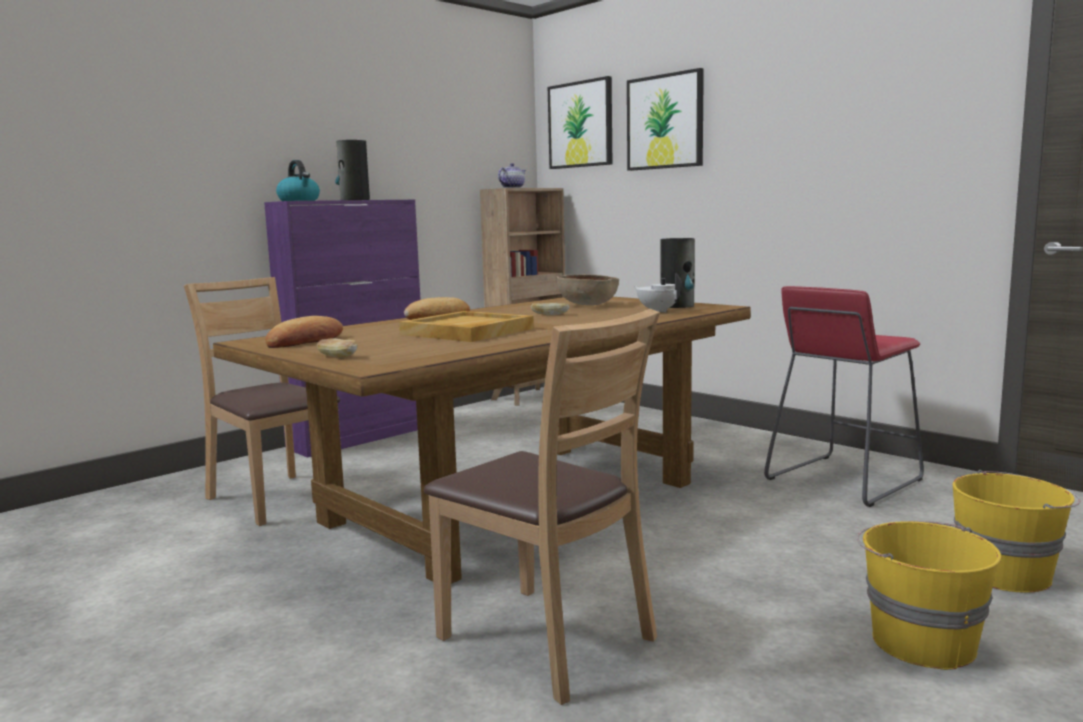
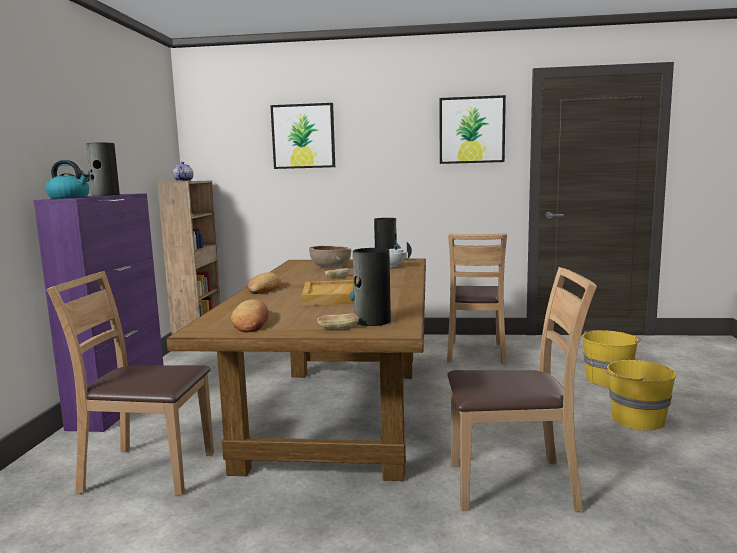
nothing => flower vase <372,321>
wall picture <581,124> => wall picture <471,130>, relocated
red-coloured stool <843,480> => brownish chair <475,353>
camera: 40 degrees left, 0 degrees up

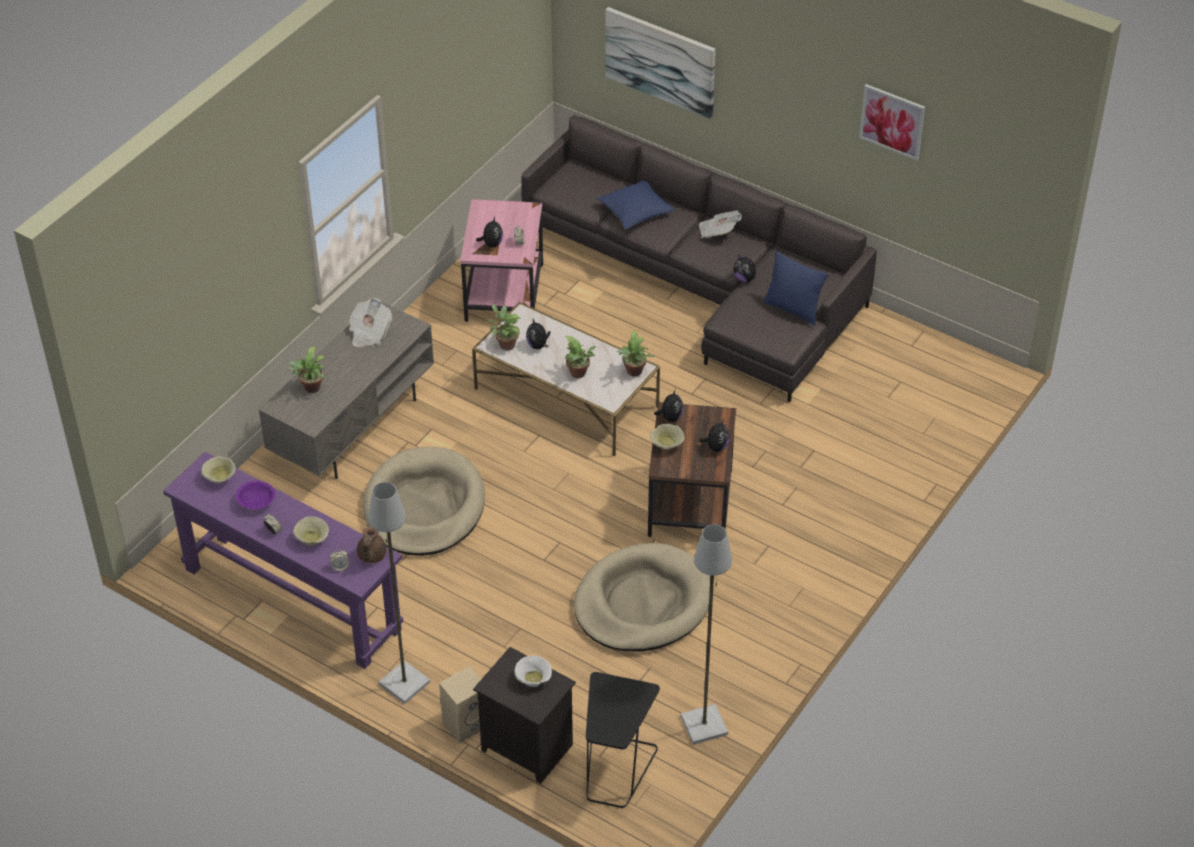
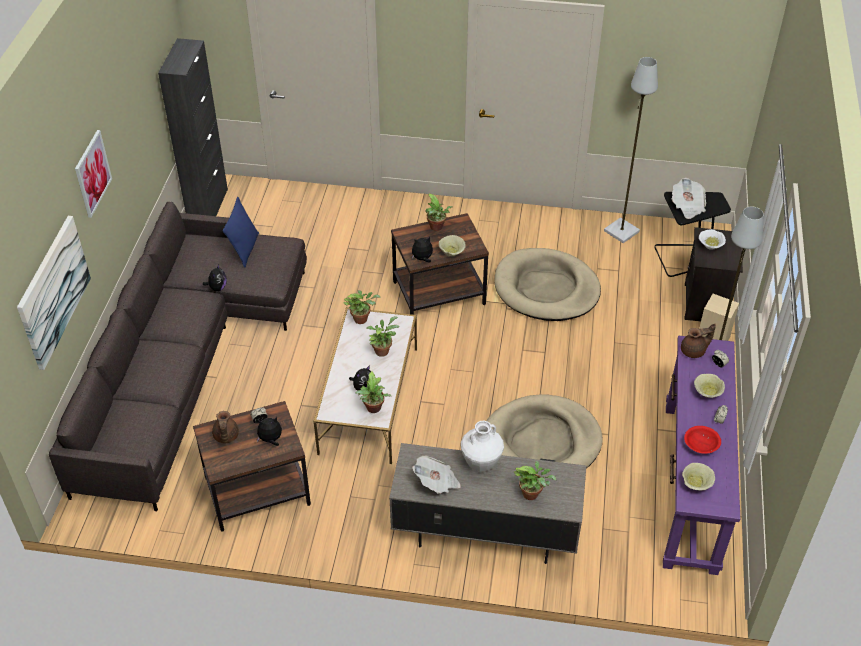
bluish cushion <635,210> => nothing
nothing => blackish storage cabinet <208,206>
nothing => brownish pot for tea <226,437>
nothing => white-coloured flower vase <481,463>
printed paper <718,232> => printed paper <687,206>, relocated
wall picture <892,121> => wall picture <92,173>, relocated
plush toy <716,447> => plant in a pot <437,228>
purple deep dish <256,502> => red-coloured deep dish <701,446>
pinkish side table <503,293> => brownish side table <257,492>
camera: 115 degrees left, 0 degrees up

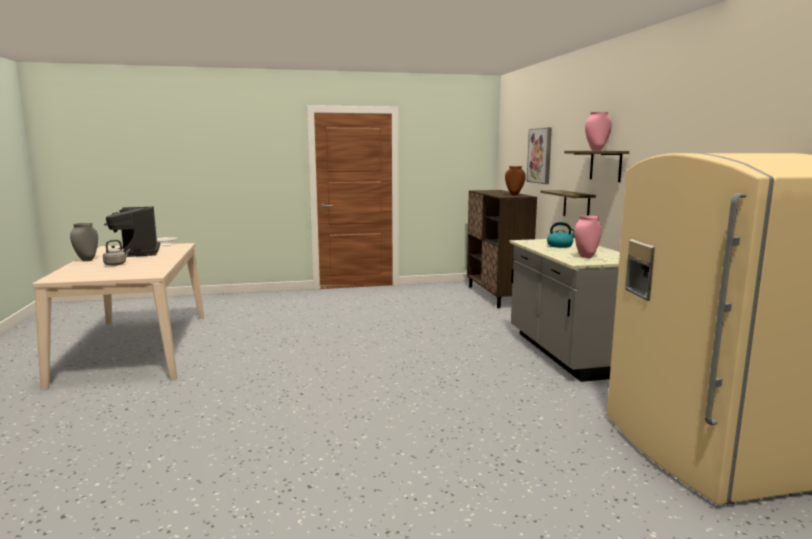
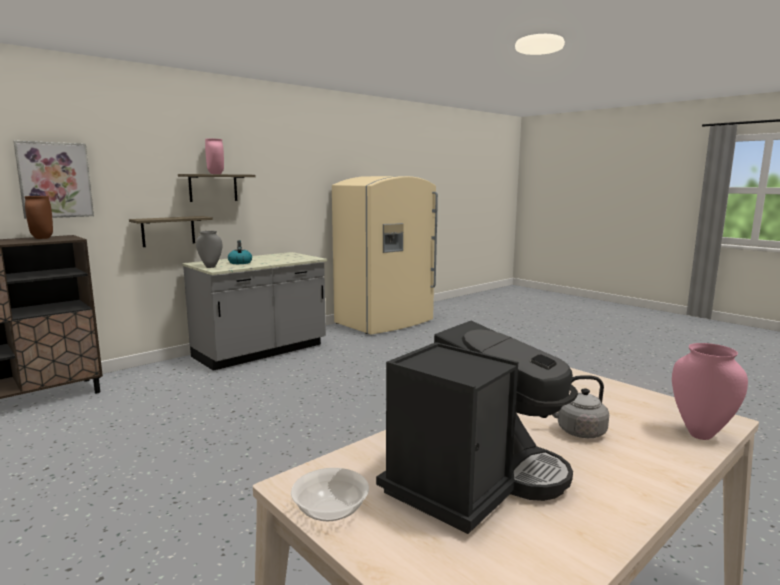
greyish flower vase <87,260> => greyish flower vase <211,267>, relocated
pinkish flower vase <586,256> => pinkish flower vase <700,435>, relocated
camera: 120 degrees left, 0 degrees up

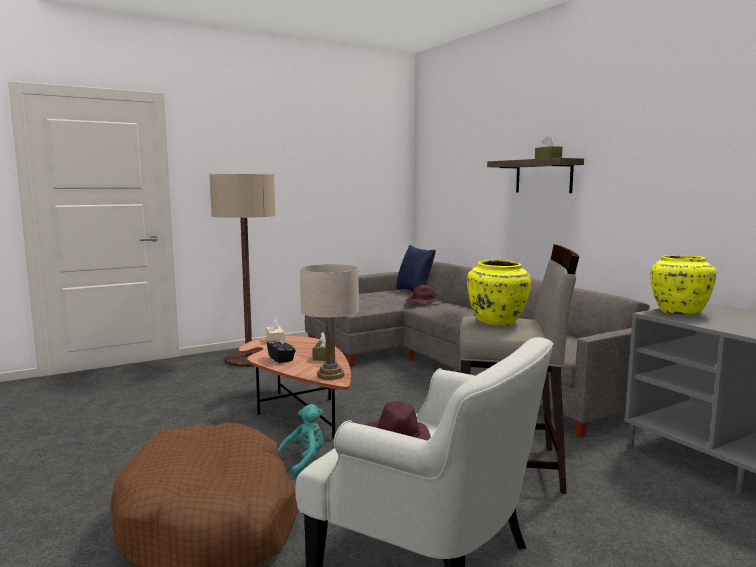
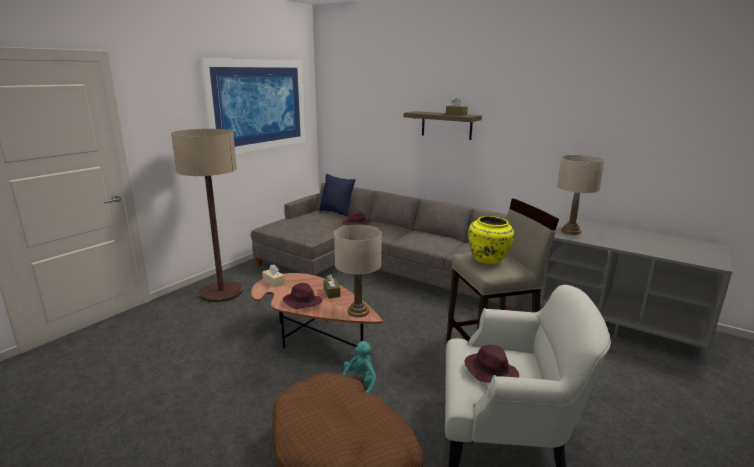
nothing => wall picture <257,105>
blackish tissue box <281,359> => purple wearable hat <302,302>
yellowish flower vase <679,312> => sand-coloured tabletop lamp <571,231>
camera: 25 degrees left, 10 degrees up

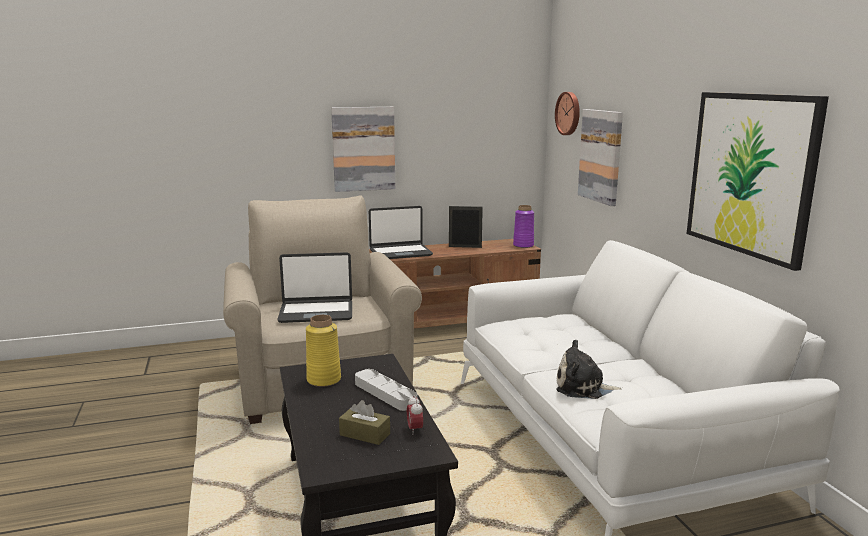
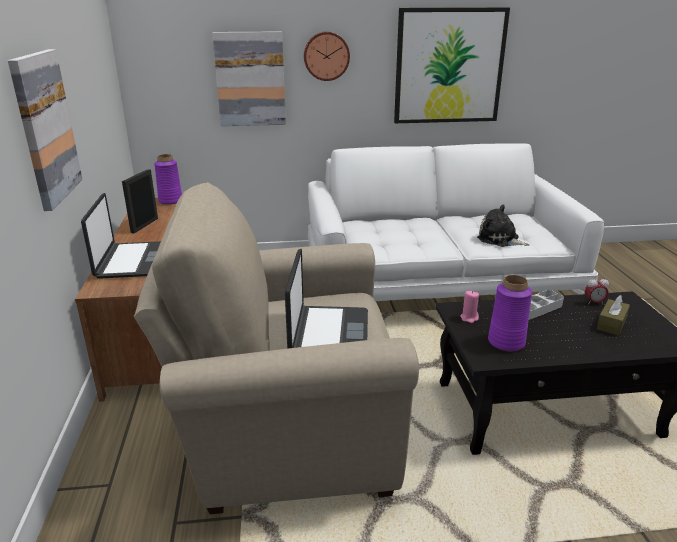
nothing => pinkish wax candle <469,318>
clock on the wall <569,113> => clock on the wall <326,56>, relocated
yellowish flower vase <323,379> => purple flower vase <506,342>
plush toy <583,387> => plush toy <500,239>, 105 degrees clockwise
camera: 80 degrees left, 10 degrees up

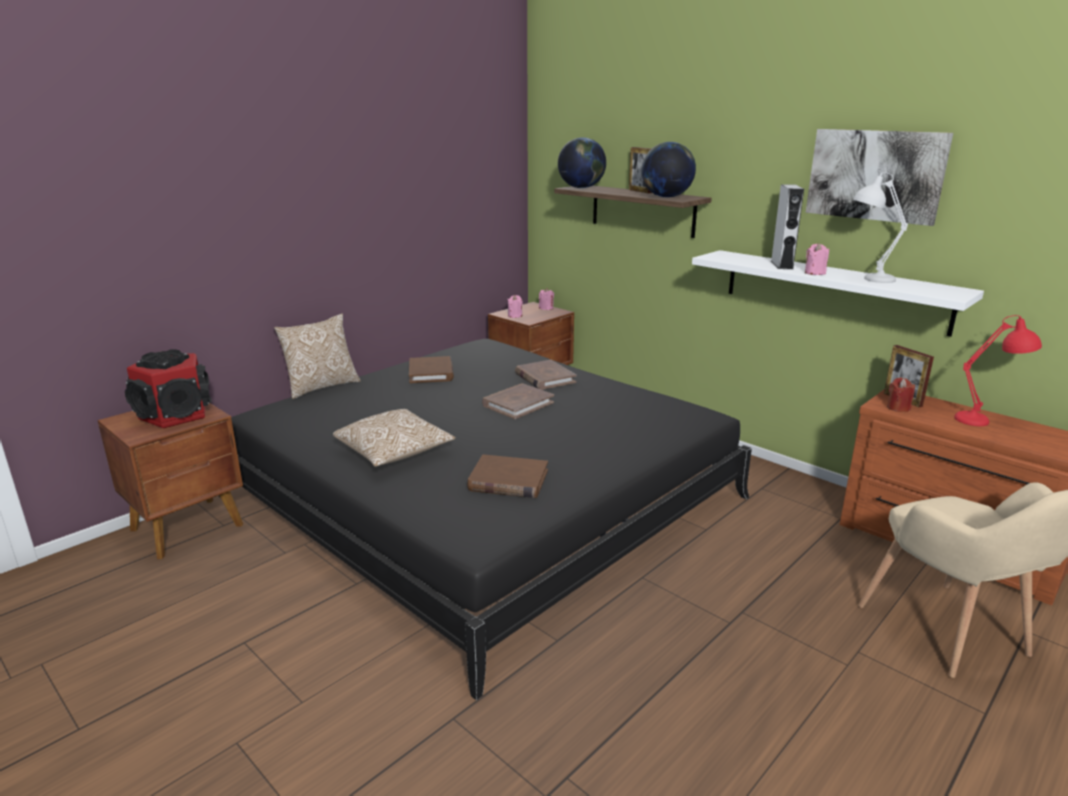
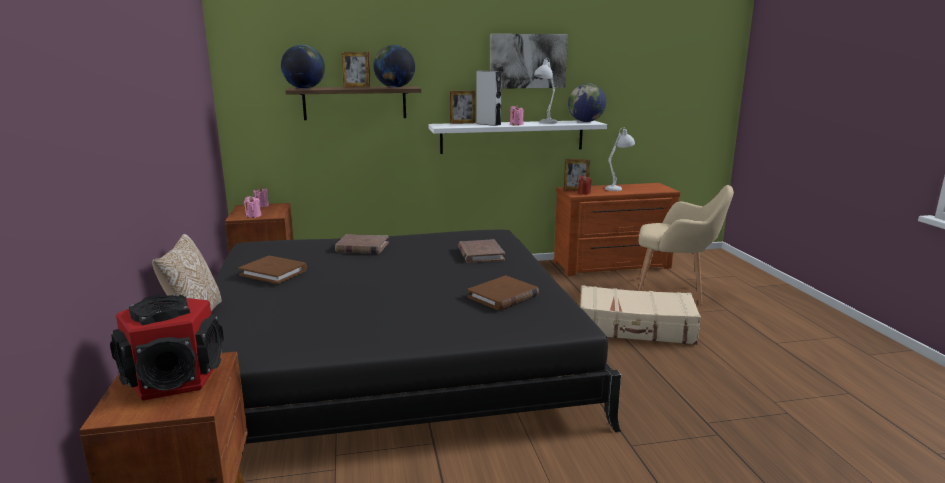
cushion <394,453> => nothing
nothing => photo frame <462,123>
nothing => globe <586,122>
nothing => sand-coloured piece of luggage <635,327>
brownish bound book <518,404> => brownish bound book <480,254>, relocated
red-coloured tabletop lamp <986,421> => white-coloured tabletop lamp <618,188>
camera: 55 degrees left, 5 degrees down

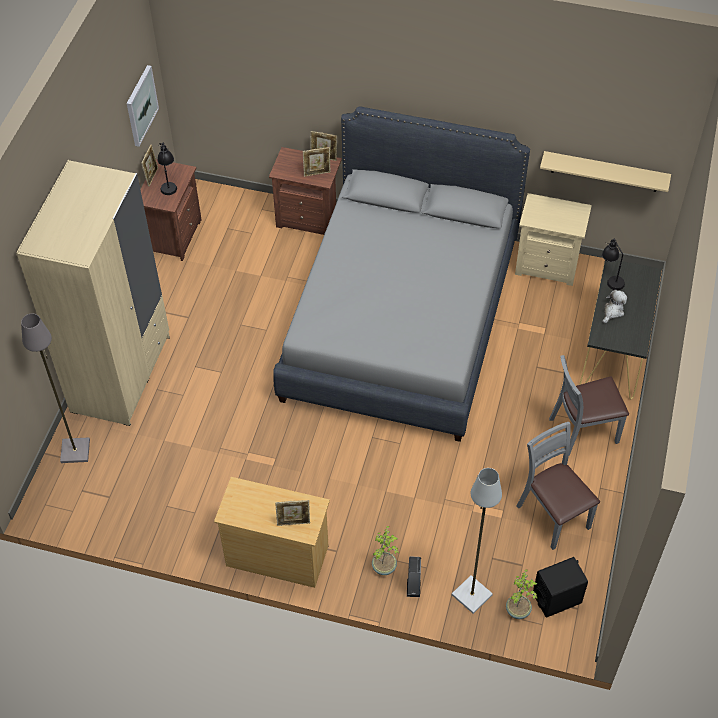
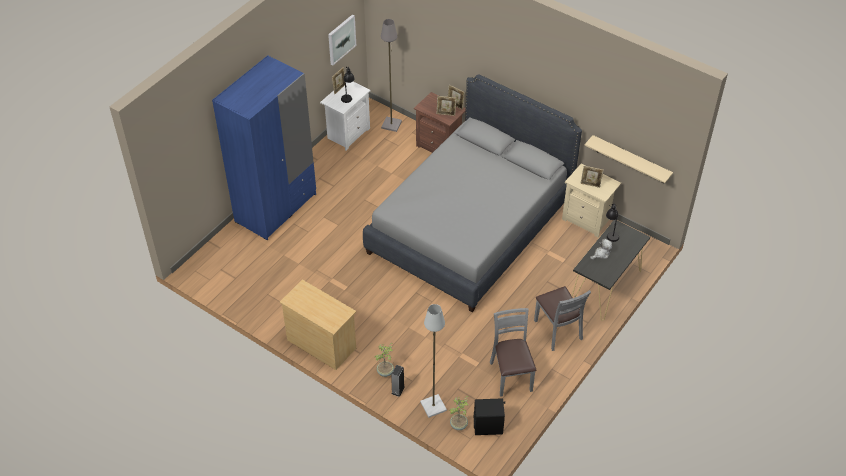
greyish floor lamp <76,450> => greyish floor lamp <391,124>, relocated
photo frame <293,522> => photo frame <590,185>, relocated
sand-coloured wardrobe <121,374> => bluish wardrobe <276,208>
brownish nightstand <174,236> => white-coloured nightstand <348,133>
greyish chair <582,431> => greyish chair <558,330>, 120 degrees counterclockwise
camera: 20 degrees right, 5 degrees down

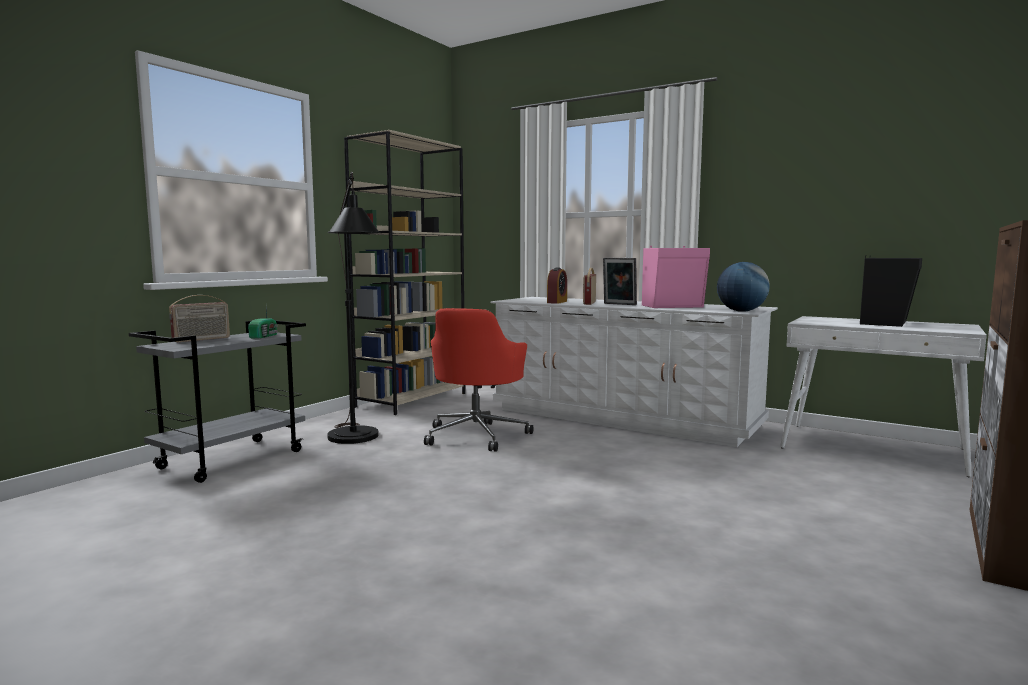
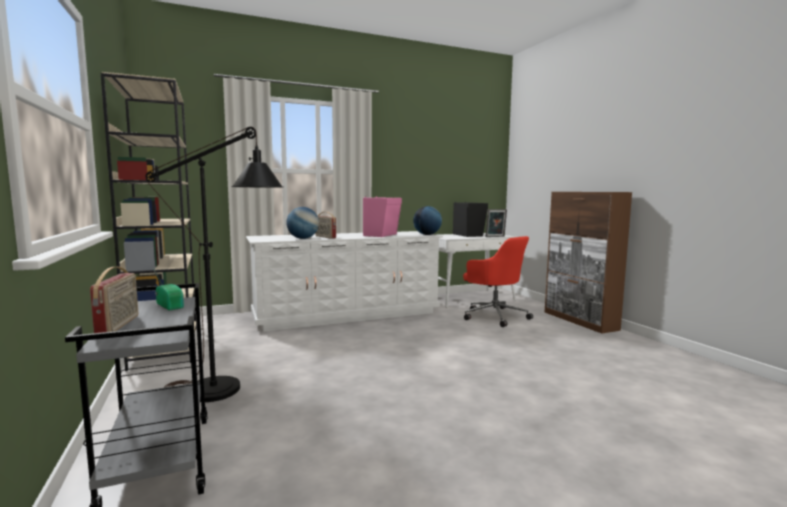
red-coloured desk chair <477,435> => red-coloured desk chair <494,316>, relocated
photo frame <619,304> => photo frame <495,237>, relocated
table clock <557,302> => globe <303,238>
camera: 55 degrees left, 0 degrees up

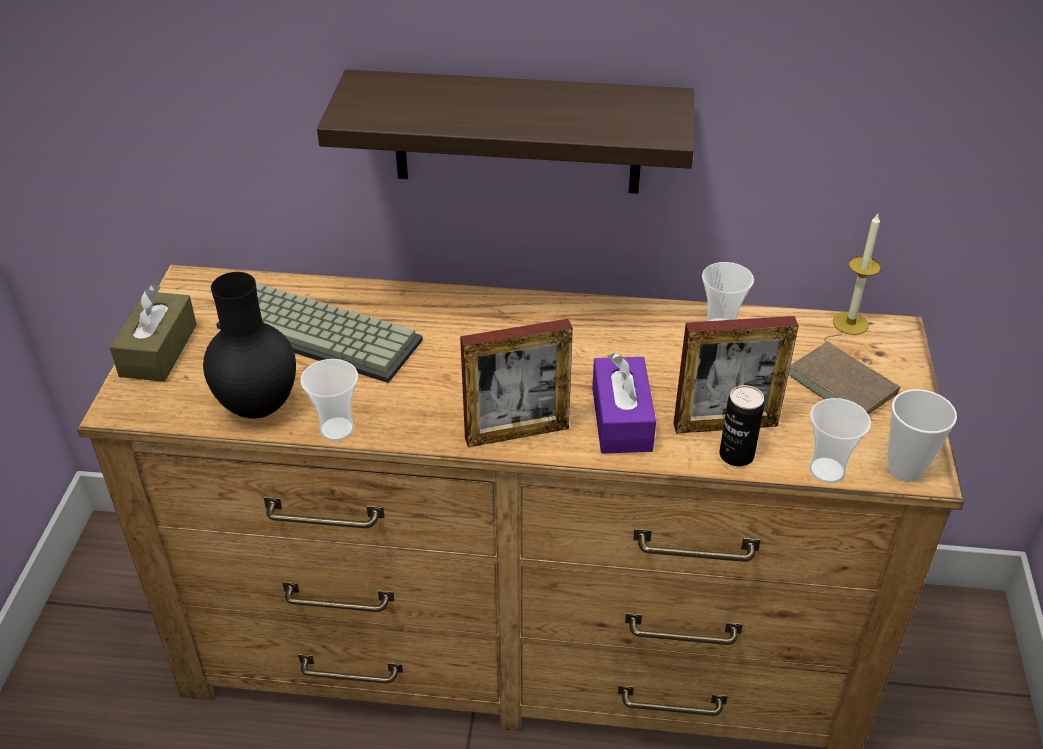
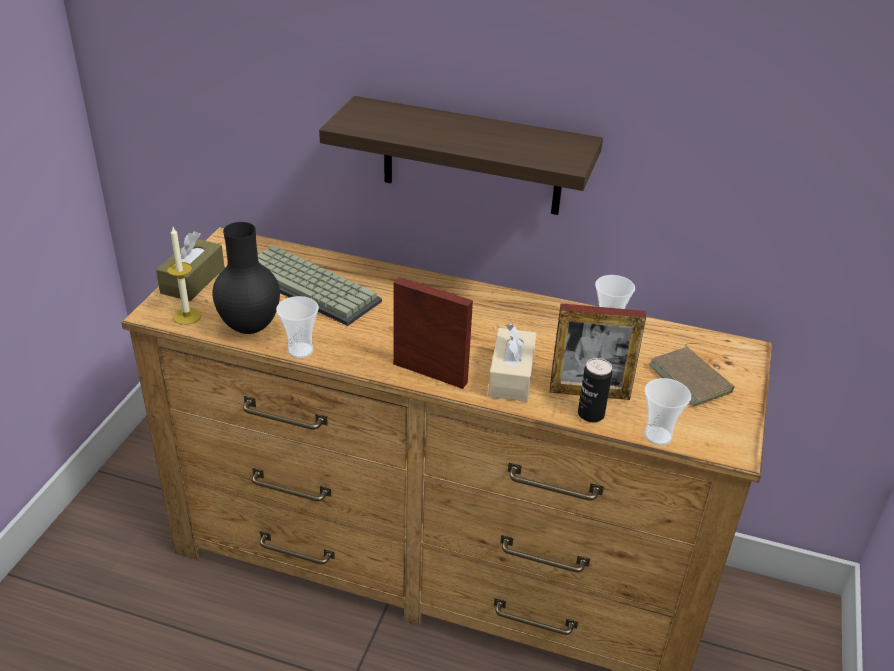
cup <905,469> => nothing
wax candle <850,323> => wax candle <187,316>, relocated
purple tissue box <621,419> => sand-coloured tissue box <511,376>
photo frame <517,433> => photo frame <430,373>, 150 degrees counterclockwise
camera: 10 degrees right, 5 degrees down

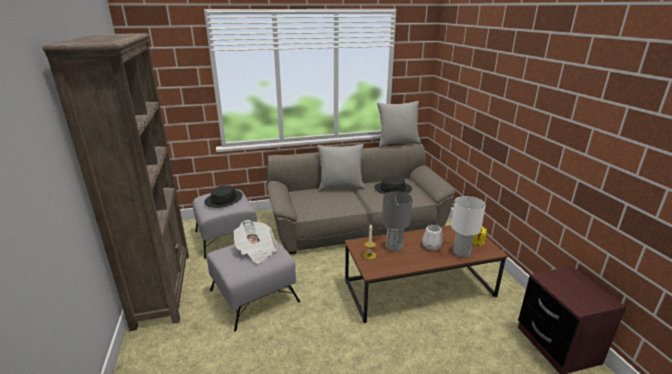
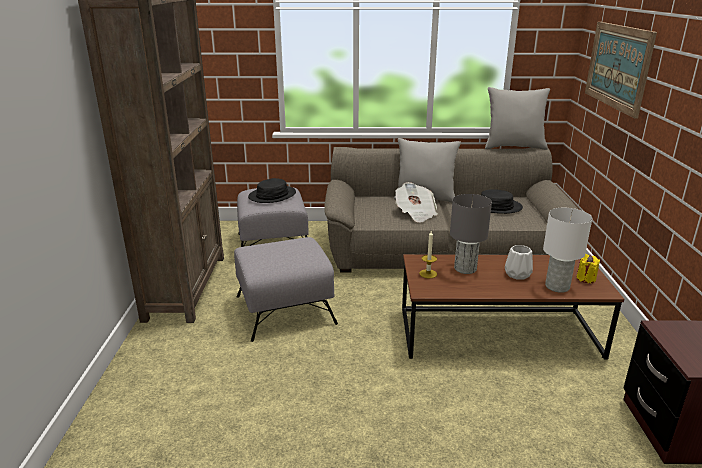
nothing => wall picture <617,66>
printed paper <256,251> => printed paper <415,213>, relocated
camera: 15 degrees right, 0 degrees up

